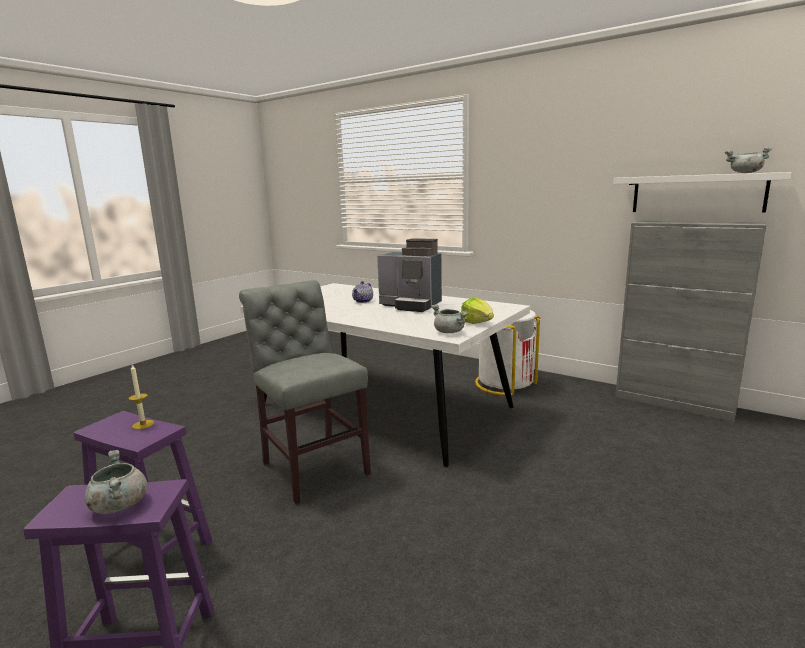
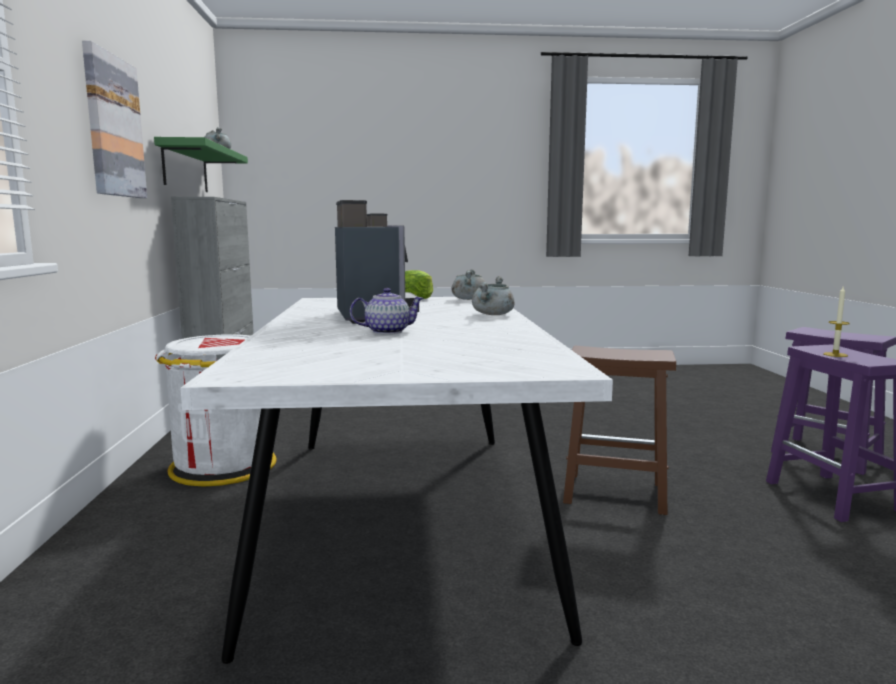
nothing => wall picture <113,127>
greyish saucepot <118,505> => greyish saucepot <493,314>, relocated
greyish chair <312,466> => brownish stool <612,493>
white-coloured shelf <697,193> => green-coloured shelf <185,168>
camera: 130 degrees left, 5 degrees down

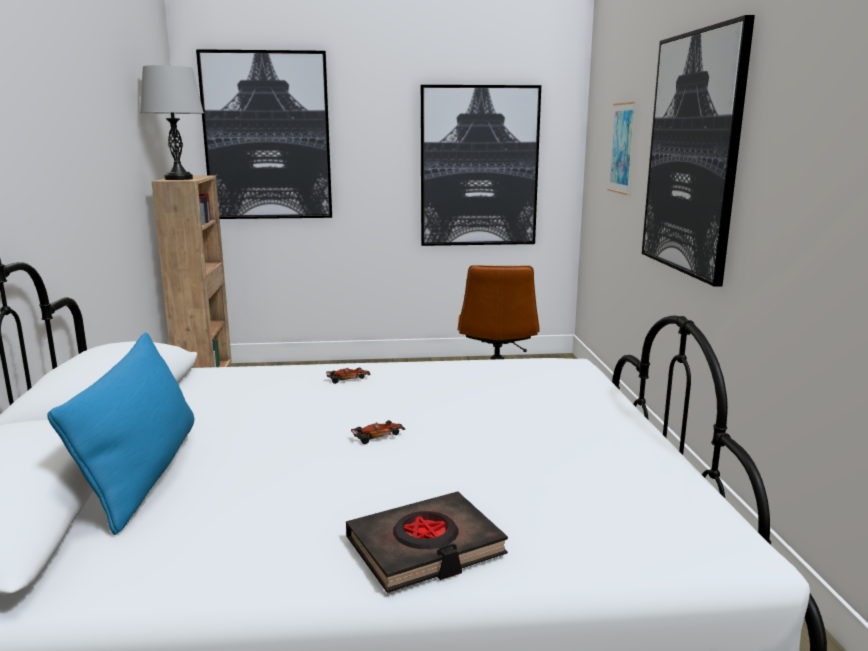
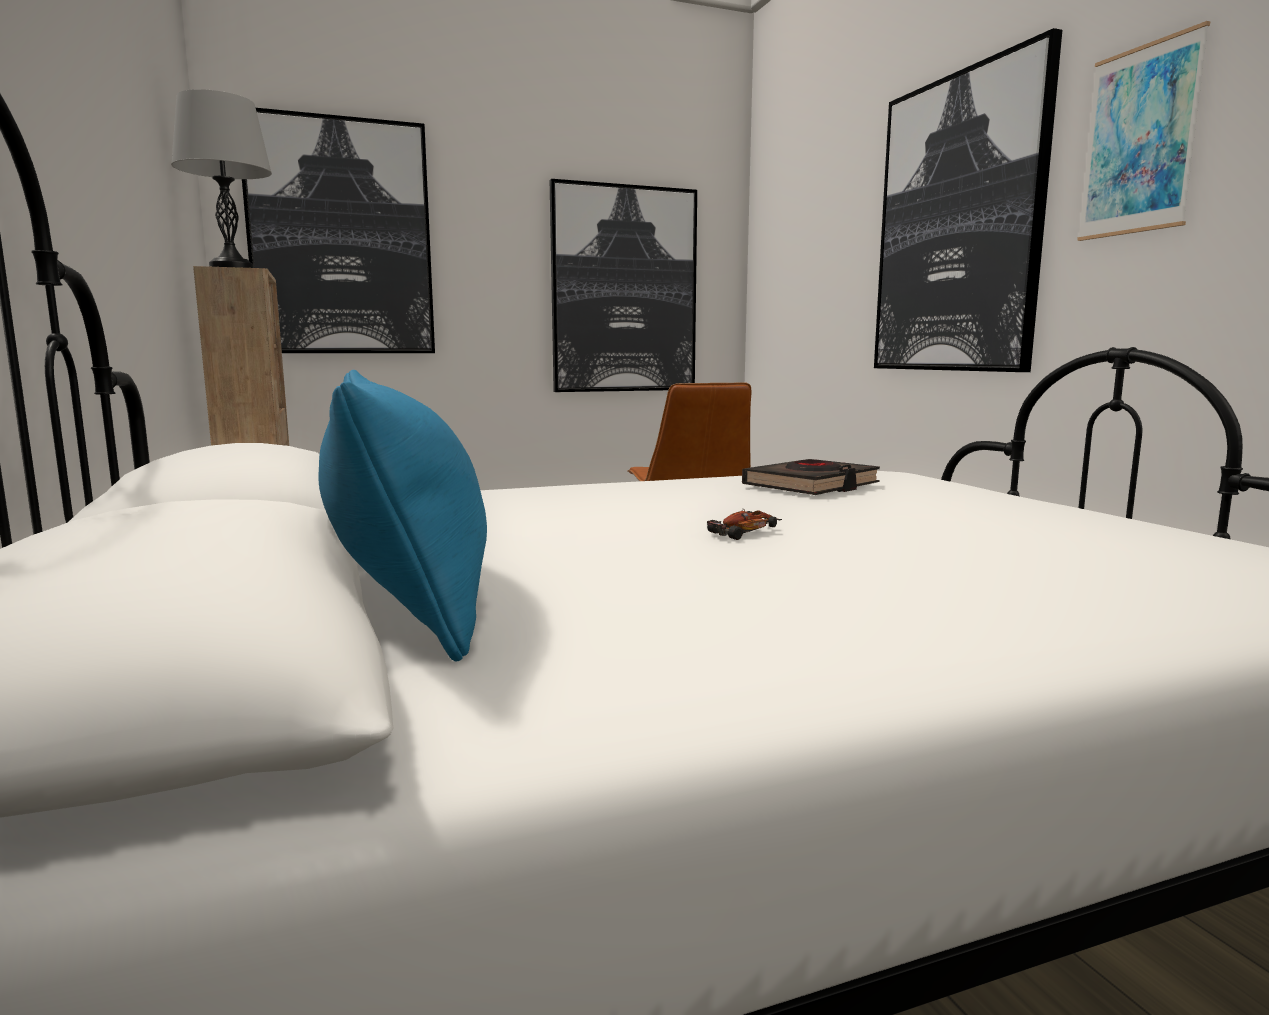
toy car <348,379> => nothing
blackish bound book <425,548> => blackish bound book <811,486>, relocated
wall picture <622,148> => wall picture <1139,140>, relocated
camera: 15 degrees left, 5 degrees down

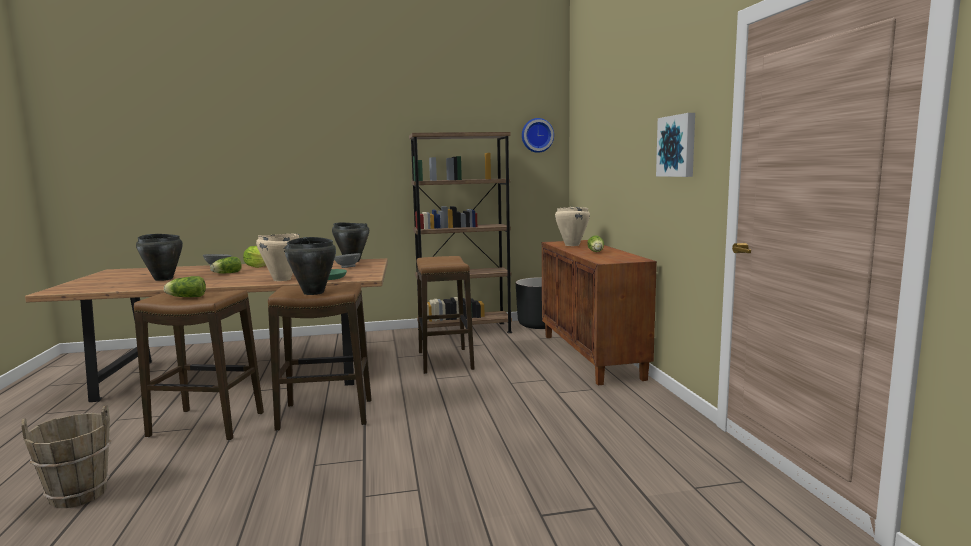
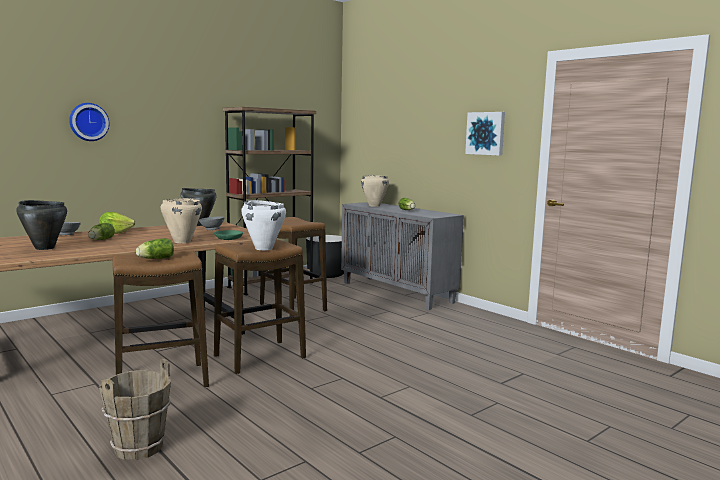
clock on the wall <537,135> => clock on the wall <88,122>, relocated
blackish saucepot <314,292> => white-coloured saucepot <264,248>
brownish storage cabinet <592,356> => greyish storage cabinet <397,292>
camera: 30 degrees left, 0 degrees up

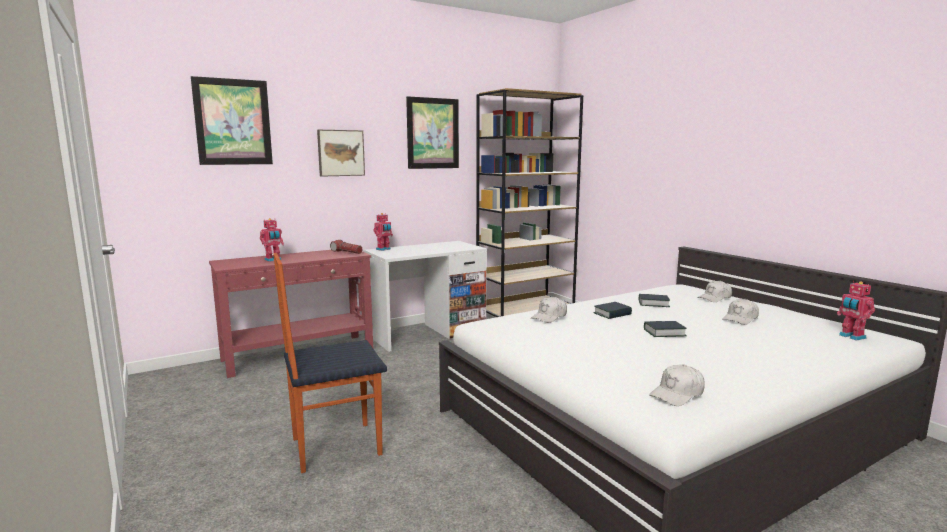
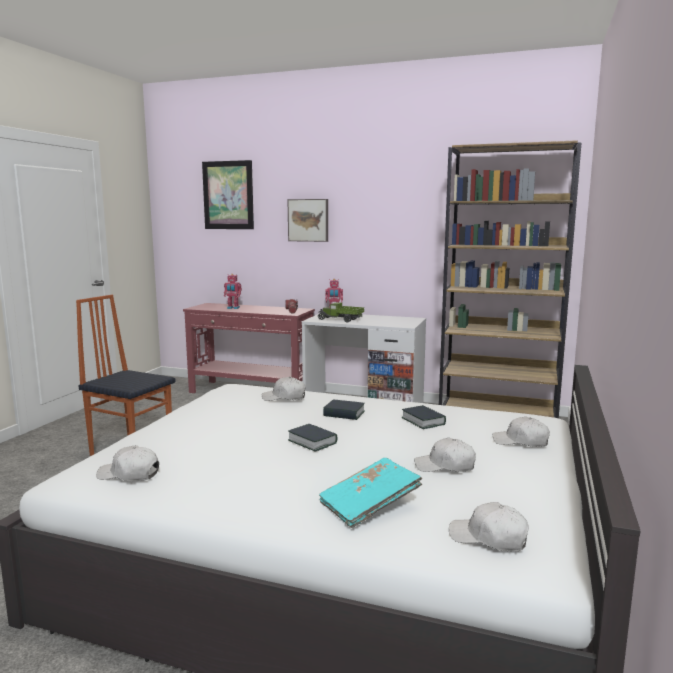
wall picture <433,133> => nothing
nothing => model truck <340,320>
nothing => blue-green bound book <369,505>
model robot <851,337> => white-coloured peaked cap <488,538>
camera: 50 degrees right, 0 degrees up

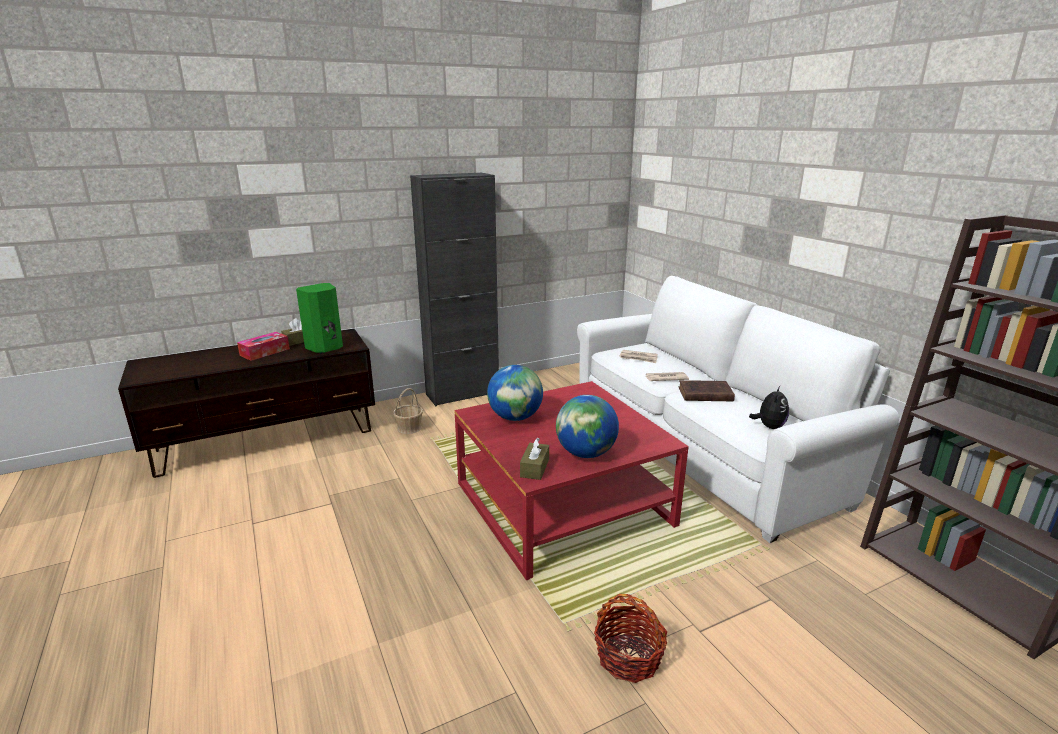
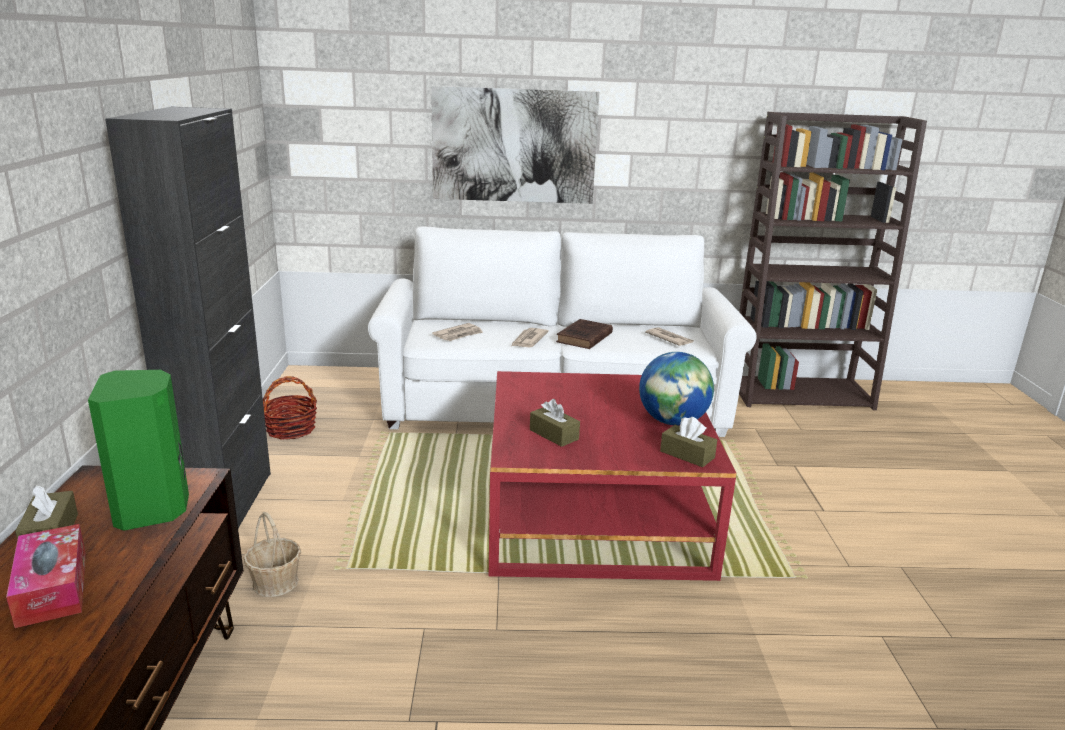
nothing => wall picture <514,146>
storage basket <628,657> => storage basket <291,429>, relocated
globe <515,417> => brownish tissue box <554,434>
plush toy <769,426> => printed paper <669,339>
camera: 65 degrees left, 0 degrees up

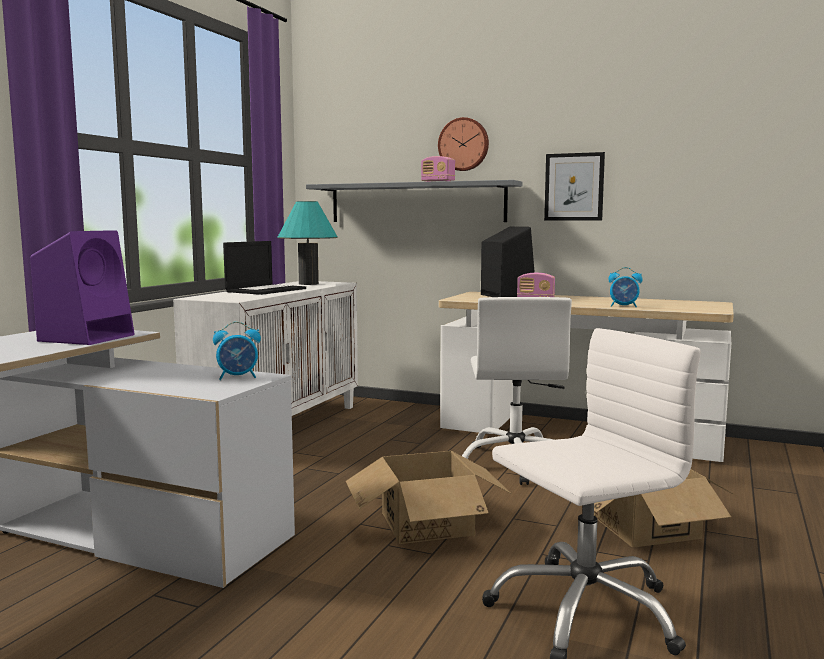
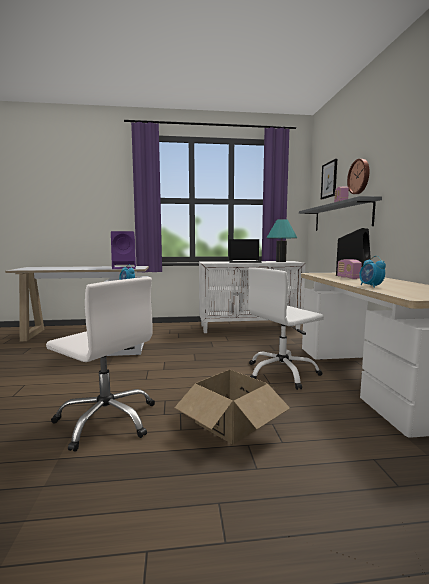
carton <427,524> => nothing
wall picture <574,187> => wall picture <329,180>, relocated
camera: 60 degrees right, 0 degrees up

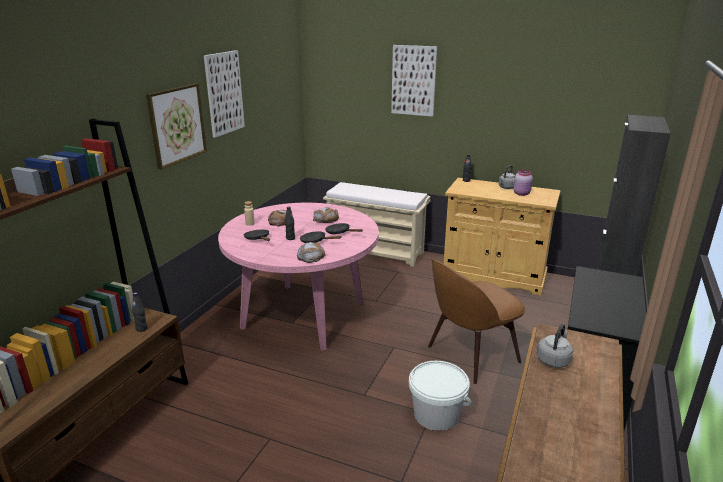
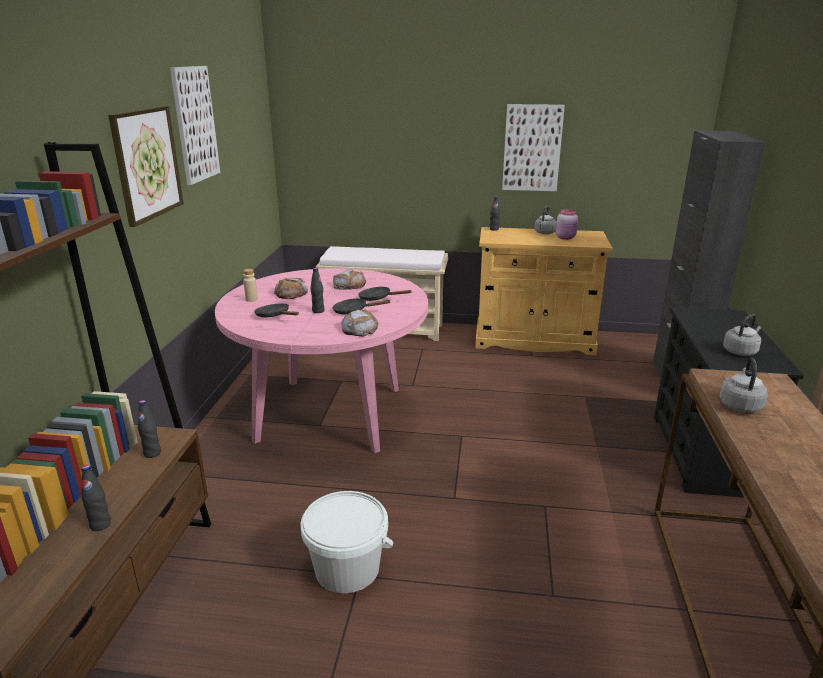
brownish chair <470,355> => nothing
nothing => blackish beverage bottle <100,525>
nothing => greyish water kettle <740,351>
wall picture <413,80> => wall picture <532,148>, relocated
white-coloured bucket <436,415> => white-coloured bucket <347,568>, relocated
camera: 15 degrees left, 0 degrees up

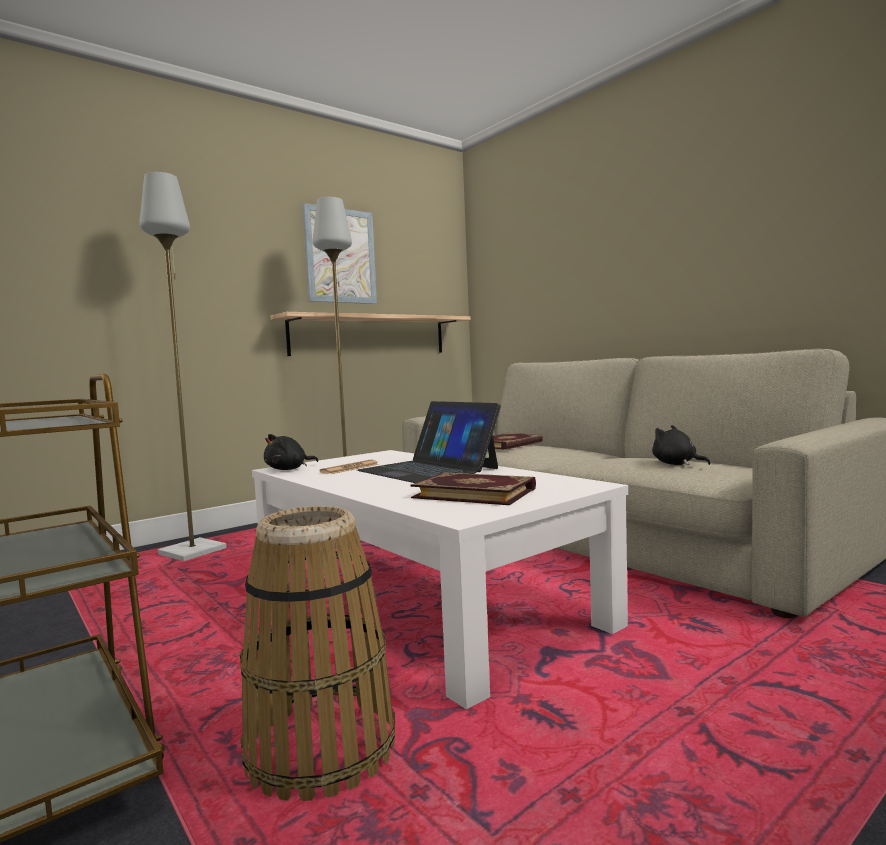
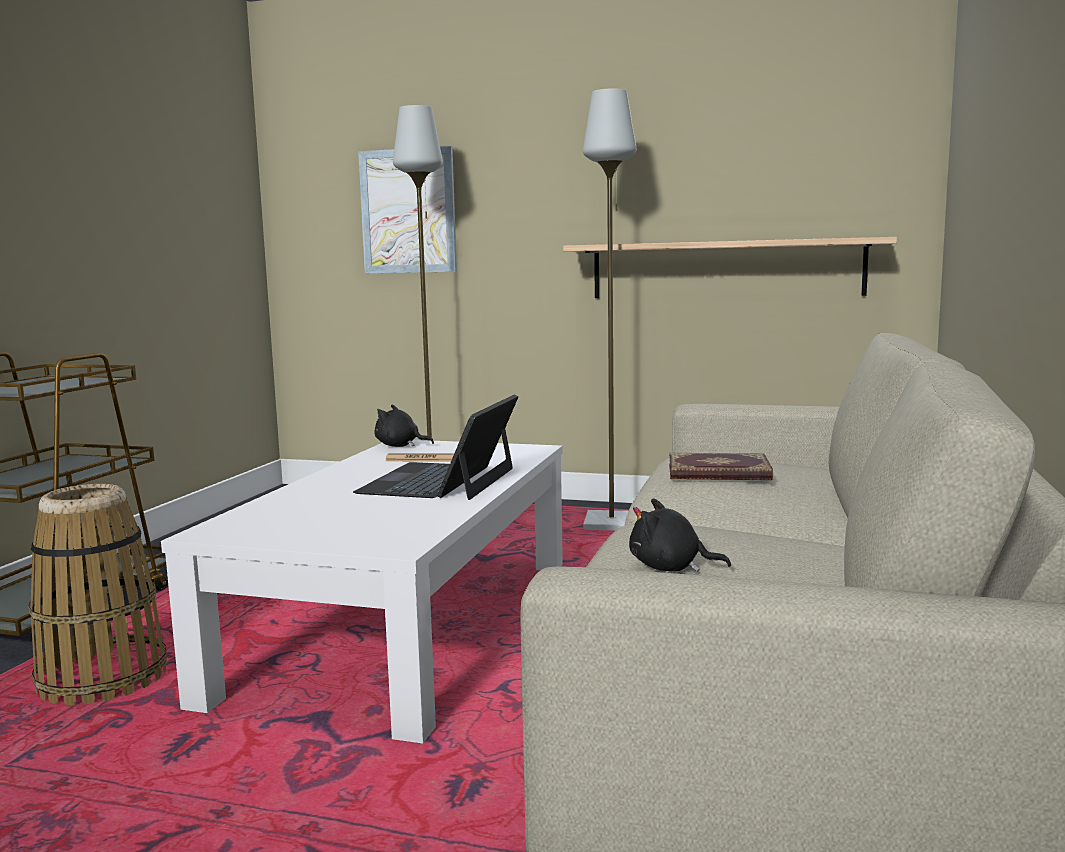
bound book <475,493> => nothing
wall picture <340,256> => wall picture <408,211>, relocated
blackish plush toy <676,464> => blackish plush toy <670,568>, 90 degrees counterclockwise
camera: 55 degrees right, 5 degrees up

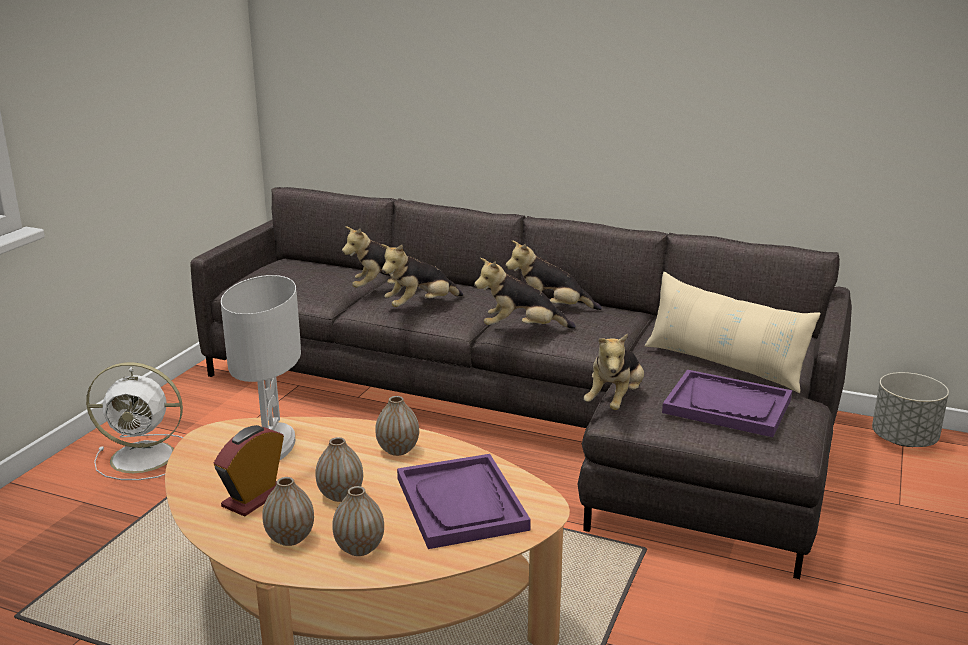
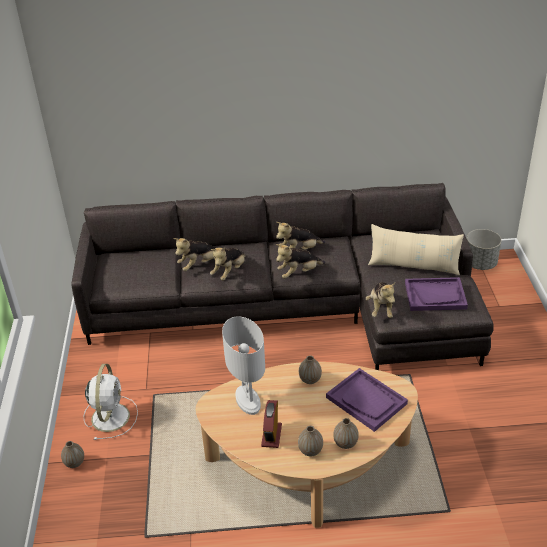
flower vase <340,495> => flower vase <74,463>, relocated
white-coloured cooling fan <145,457> => white-coloured cooling fan <111,416>, 60 degrees counterclockwise
camera: 25 degrees left, 15 degrees up

